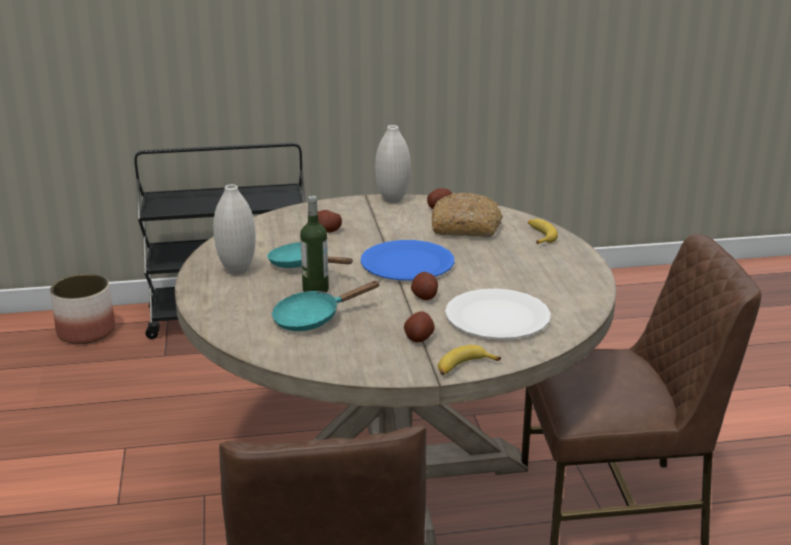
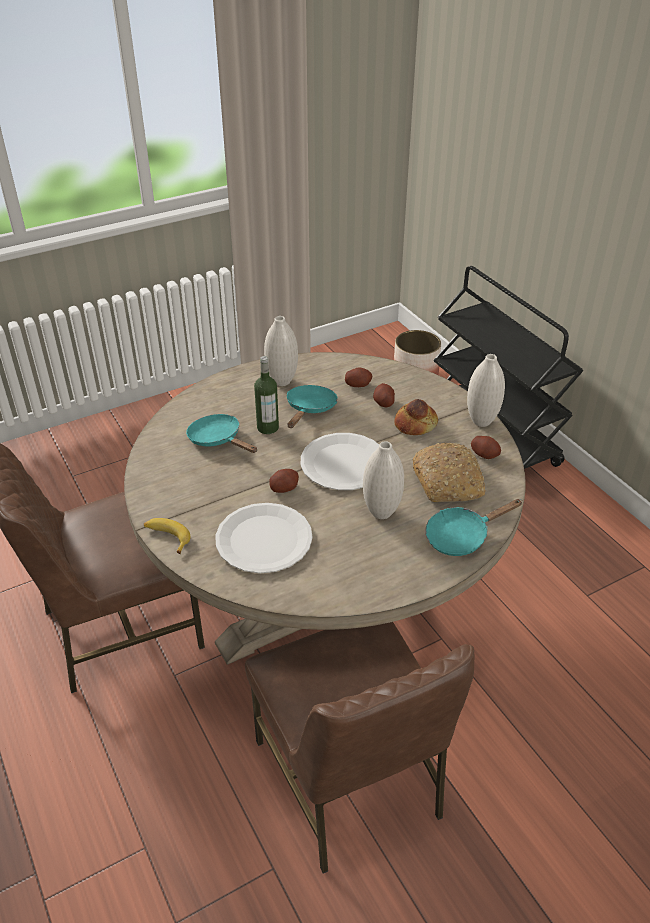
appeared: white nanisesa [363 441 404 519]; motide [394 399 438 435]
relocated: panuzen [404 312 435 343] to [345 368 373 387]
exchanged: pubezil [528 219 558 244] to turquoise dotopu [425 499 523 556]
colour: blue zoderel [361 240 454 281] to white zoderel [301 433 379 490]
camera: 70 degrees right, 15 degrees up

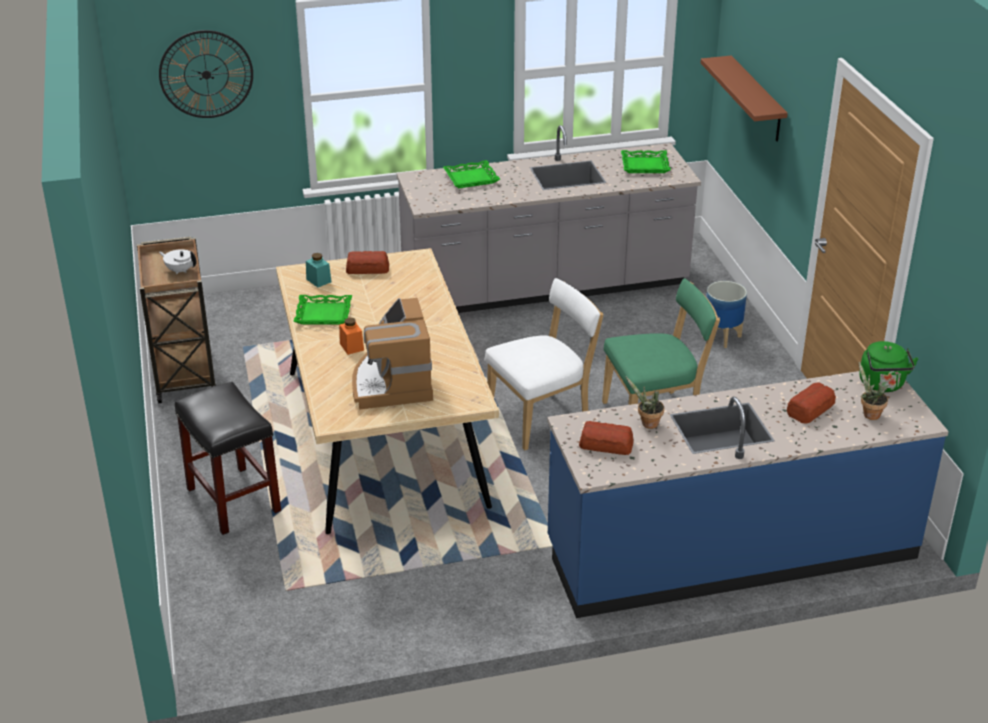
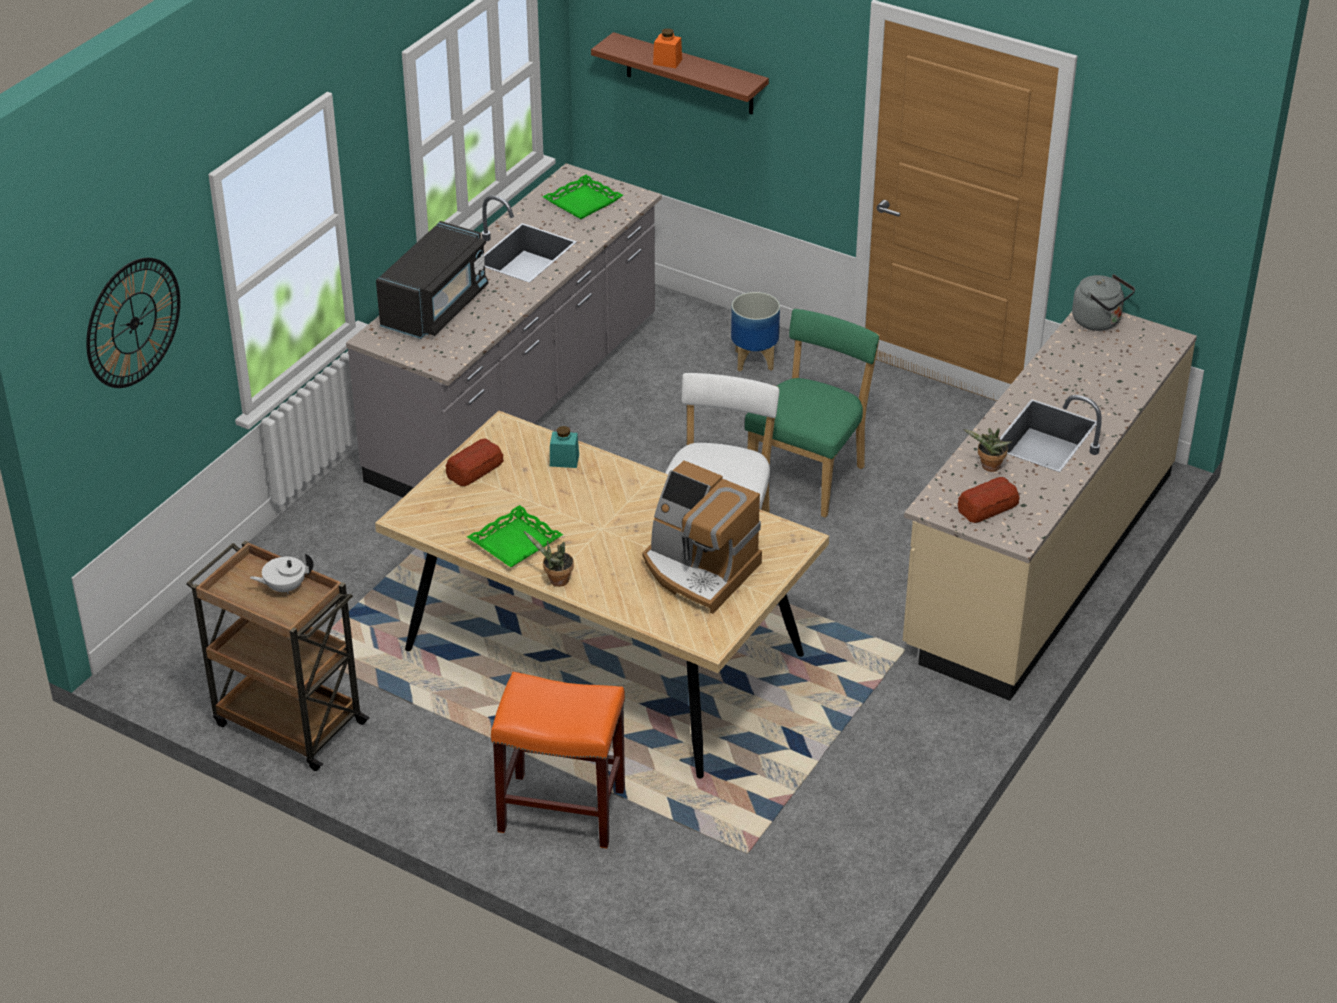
missing: motide [787 383 836 424]
relocated: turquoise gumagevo [306 253 332 287] to [550 426 579 468]; orange gumagevo [339 318 364 355] to [653 28 682 68]; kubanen [859 362 888 420] to [524 531 574 587]
exchanged: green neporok [443 160 500 188] to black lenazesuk [376 221 488 339]
colour: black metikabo [175 382 281 535] to orange metikabo [491 672 625 848]; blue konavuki [547 371 949 618] to beige konavuki [903 312 1197 701]; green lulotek [859 341 918 392] to grey lulotek [1072 274 1135 331]
camera: 45 degrees left, 5 degrees up

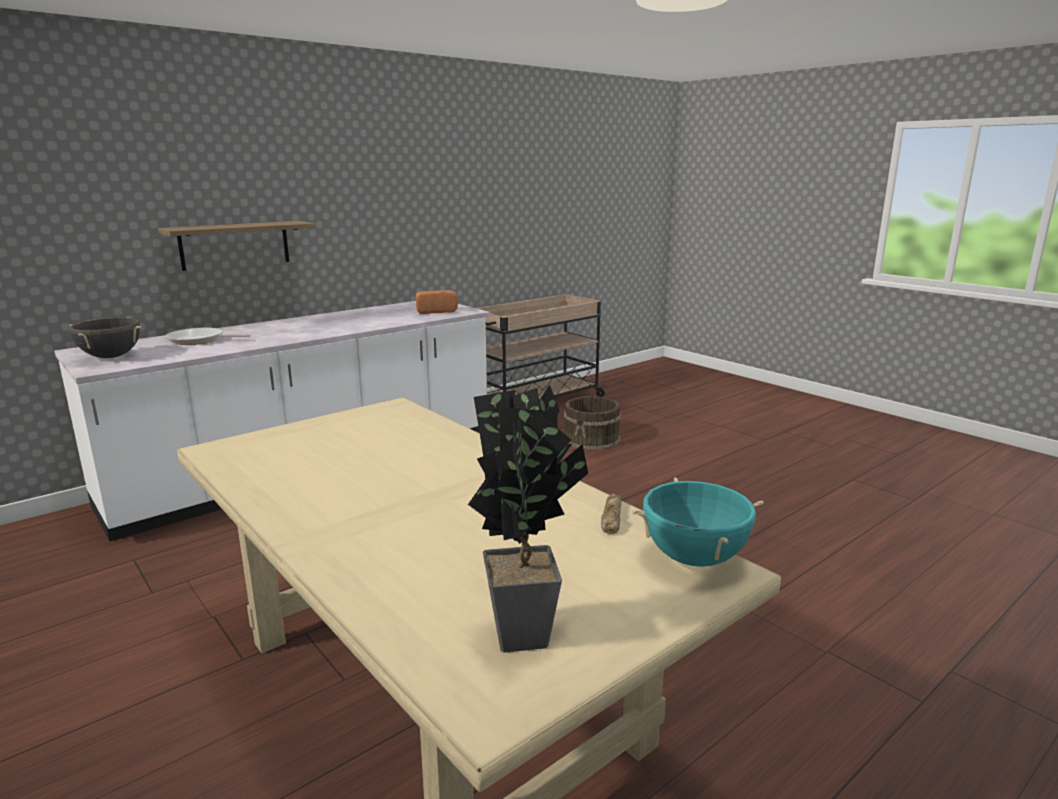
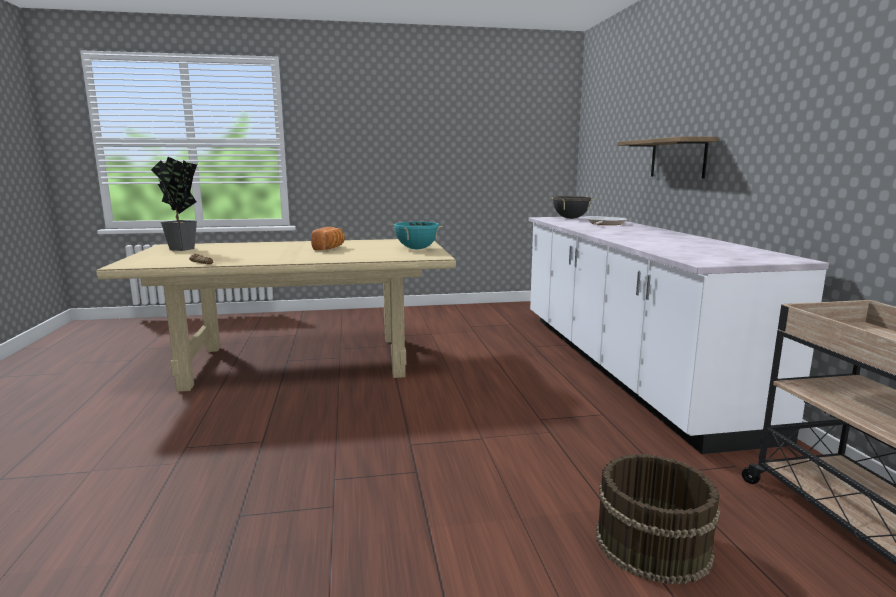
relocated: motide [416 290 458 314] to [311 227 345 250]; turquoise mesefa [632 477 764 567] to [391 222 443 249]
camera: 120 degrees right, 5 degrees down

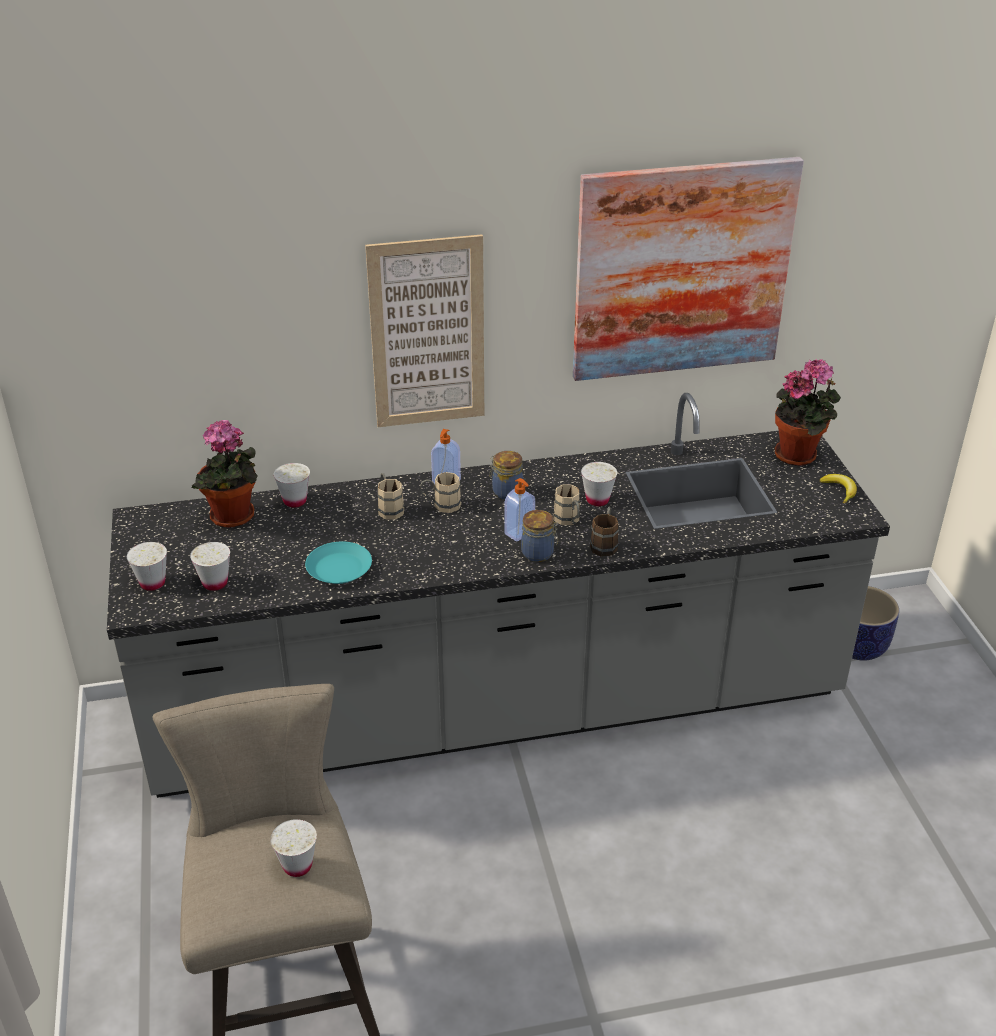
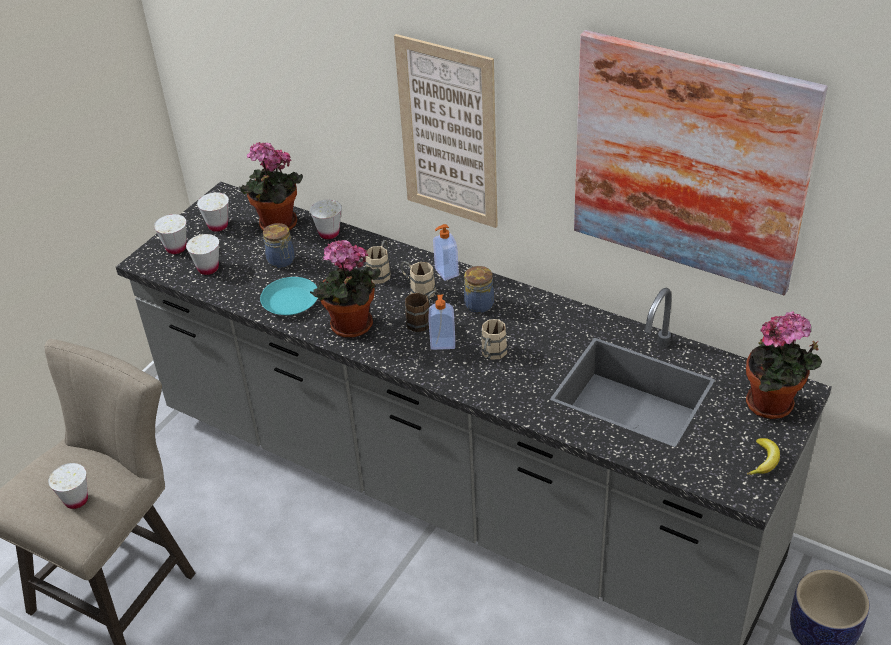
appeared: kubanen [310 240 381 338]
relocated: gumagevo [521 510 558 562] to [263 223 294 268]; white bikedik [581 462 617 506] to [197 192 229 232]; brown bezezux [590 507 619 557] to [405 291 439 332]
camera: 45 degrees right, 5 degrees up

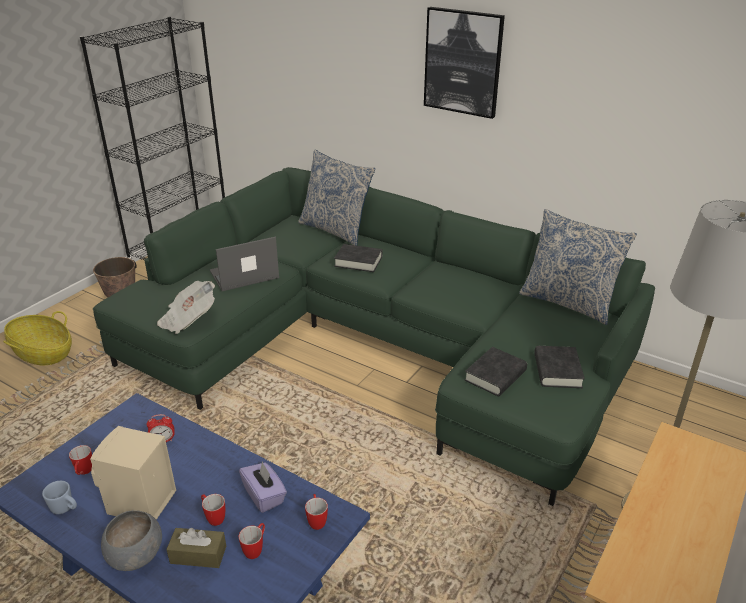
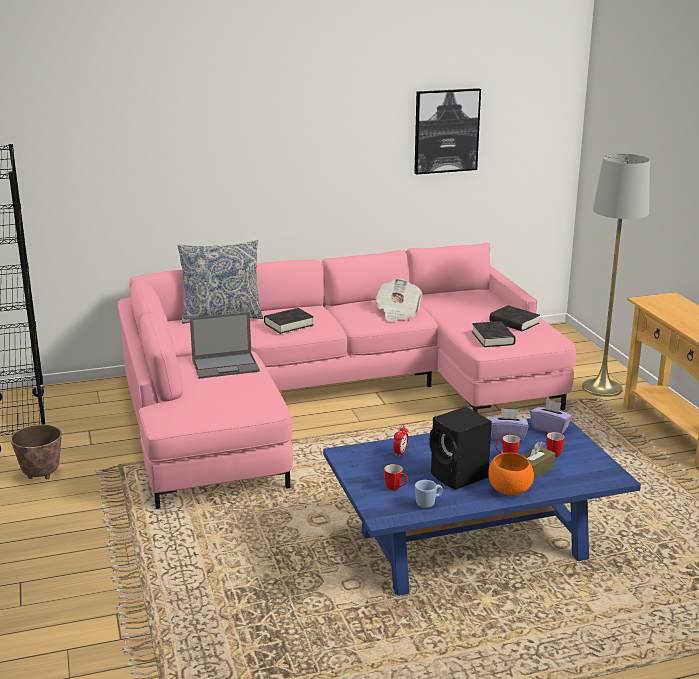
missing: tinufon [3 311 72 365]; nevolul [519 209 637 325]
relocated: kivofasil [157 281 215 334] to [375 278 423 321]; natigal [424 7 505 119] to [414 88 481 174]
exchanged: bezezux [305 494 328 530] to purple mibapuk [530 399 572 434]
colour: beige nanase [90 426 176 520] to black nanase [429 407 492 490]; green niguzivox [93 167 655 506] to pink niguzivox [118 243 576 509]; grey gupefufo [101 510 162 571] to orange gupefufo [488 453 534 495]
spun: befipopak [210 237 279 291] = [190 312 260 379] 120 degrees counterclockwise
camera: 50 degrees left, 10 degrees down

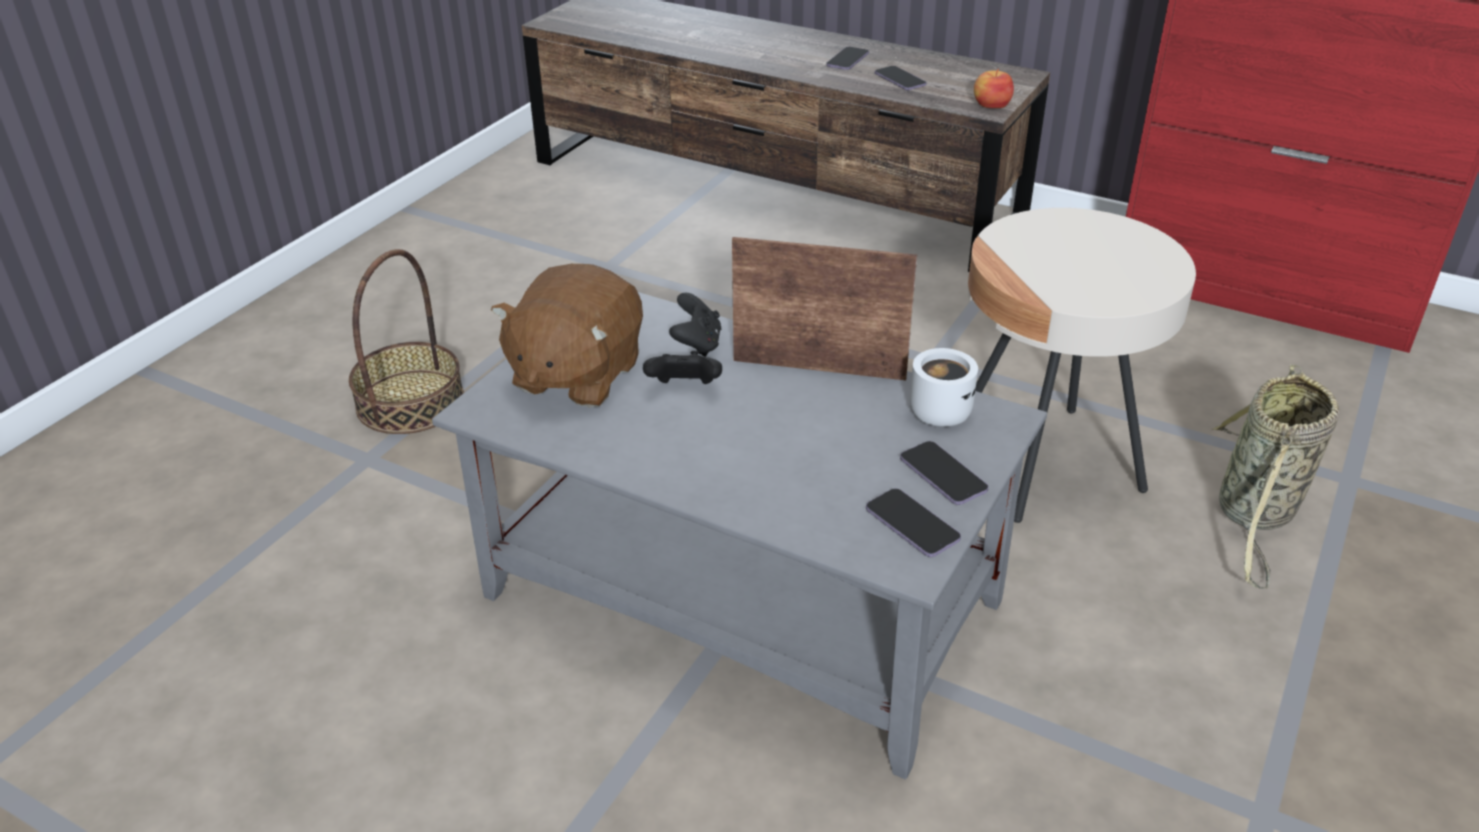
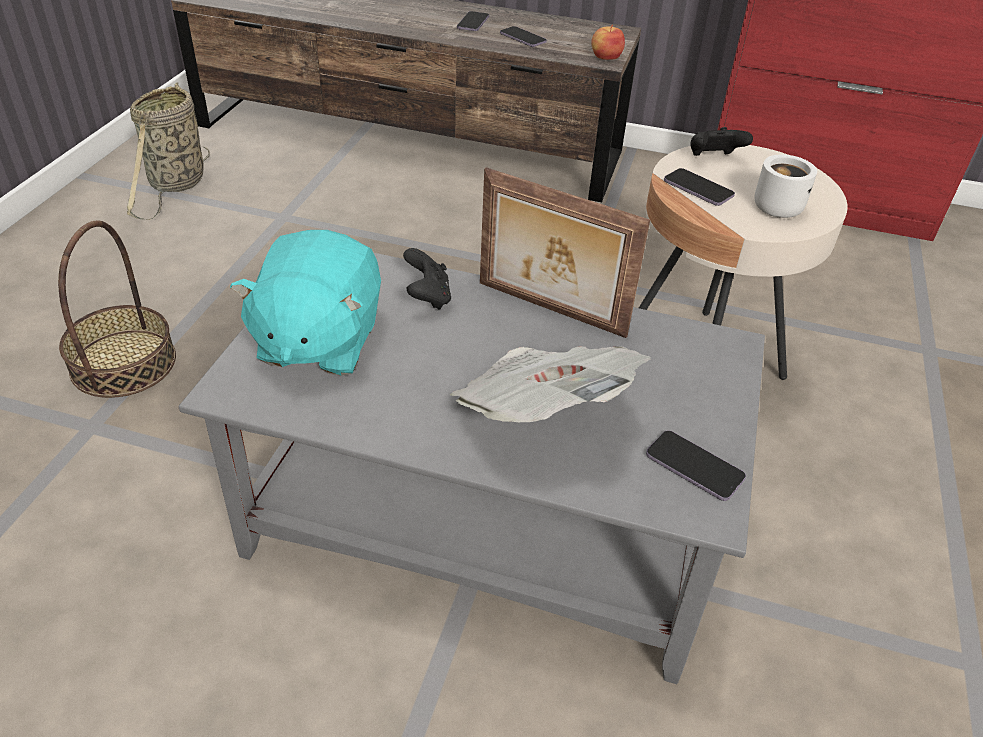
appeared: kivofasil [450 346 651 422]
relocated: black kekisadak [643 351 722 384] to [690 127 753 156]; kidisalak [900 441 988 505] to [664 168 735 206]; white bezezux [910 348 978 427] to [755 154 817 218]; tinufon [1211 364 1339 589] to [127 82 210 220]
colour: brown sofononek [491 264 643 408] to turquoise sofononek [230 230 381 376]
spun: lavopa [732 237 917 380] = [480 167 650 338] 150 degrees counterclockwise
camera: 15 degrees left, 5 degrees up

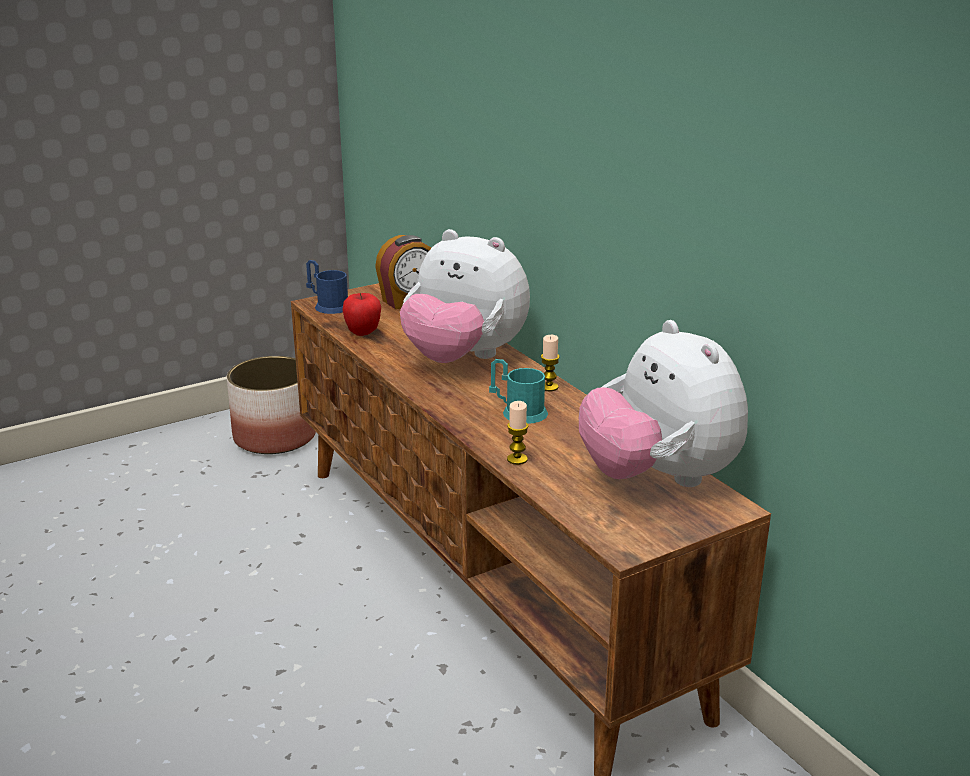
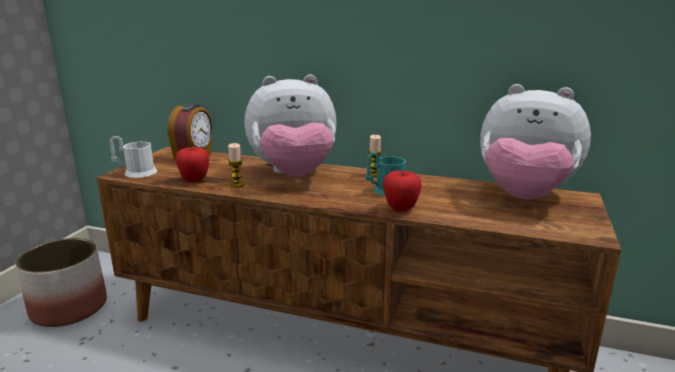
appeared: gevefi [383 171 422 212]
relocated: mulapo [507 401 529 465] to [228 143 244 187]
colour: blue bezezux [306 260 348 314] to white bezezux [109 136 157 178]
camera: 40 degrees left, 5 degrees down

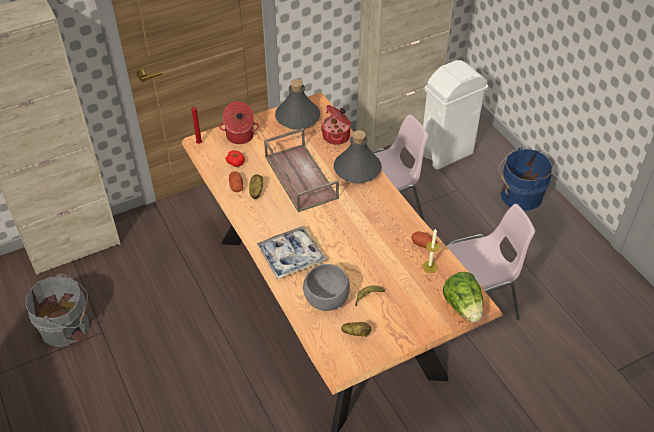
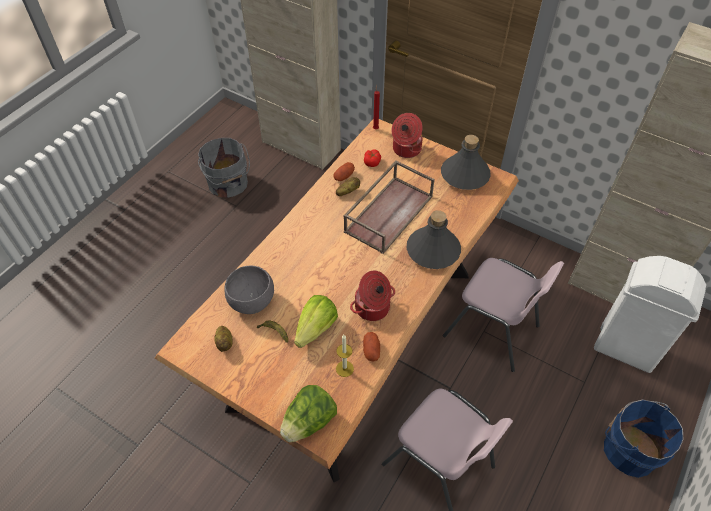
missing: neporok [257 225 326 279]
appeared: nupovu [294 295 338 348]
relocated: mesefa [321 105 351 145] to [350 271 395 321]
camera: 60 degrees right, 5 degrees up

